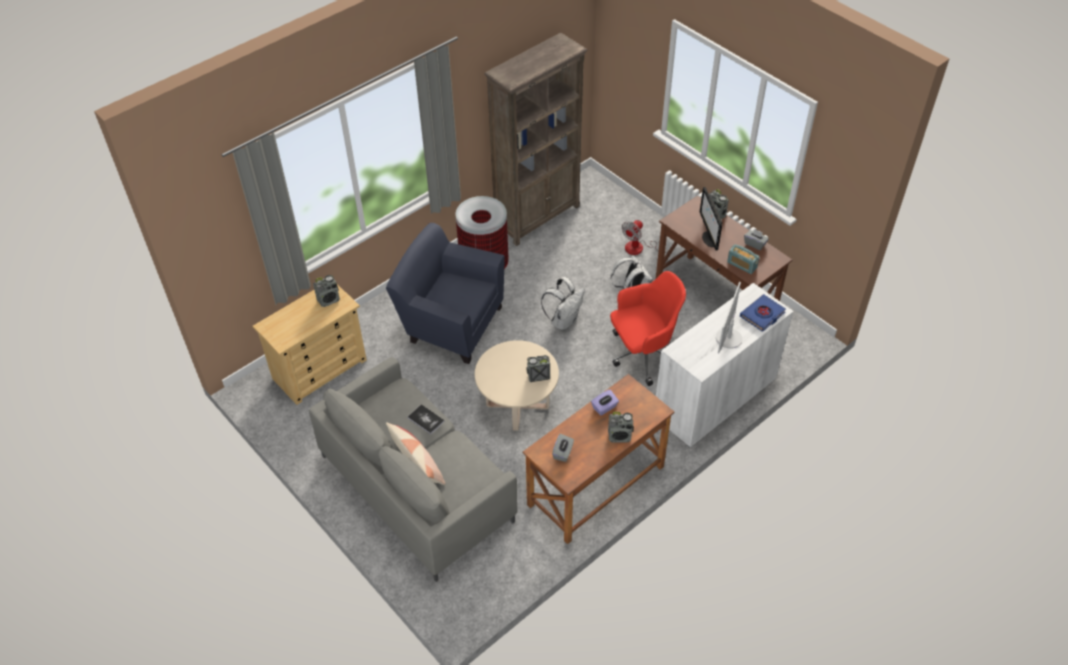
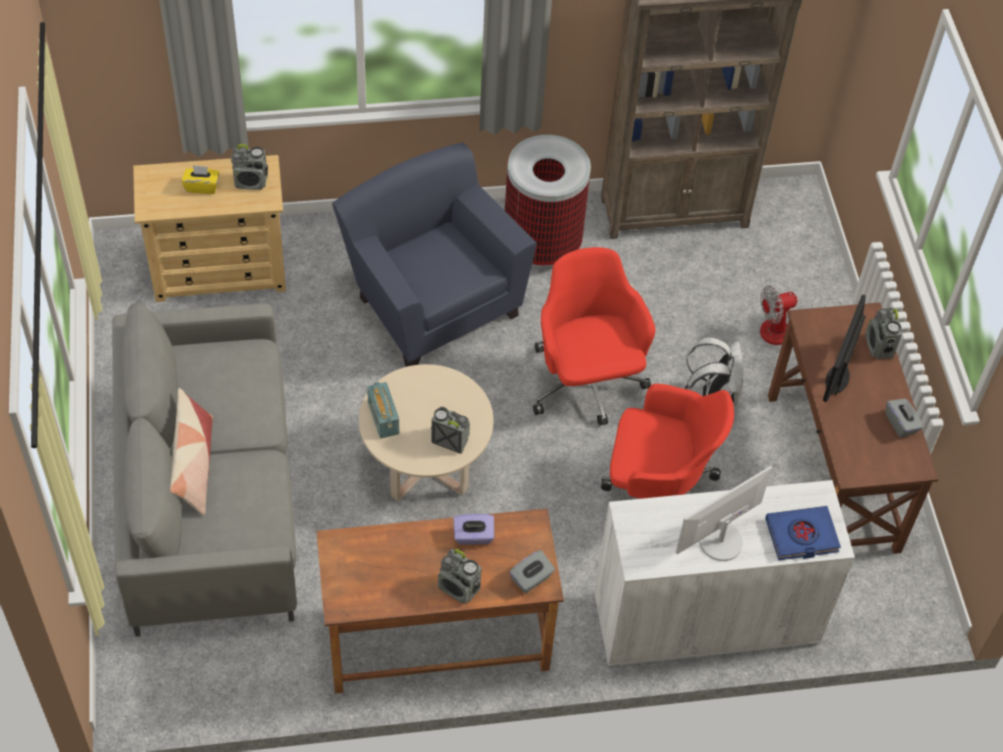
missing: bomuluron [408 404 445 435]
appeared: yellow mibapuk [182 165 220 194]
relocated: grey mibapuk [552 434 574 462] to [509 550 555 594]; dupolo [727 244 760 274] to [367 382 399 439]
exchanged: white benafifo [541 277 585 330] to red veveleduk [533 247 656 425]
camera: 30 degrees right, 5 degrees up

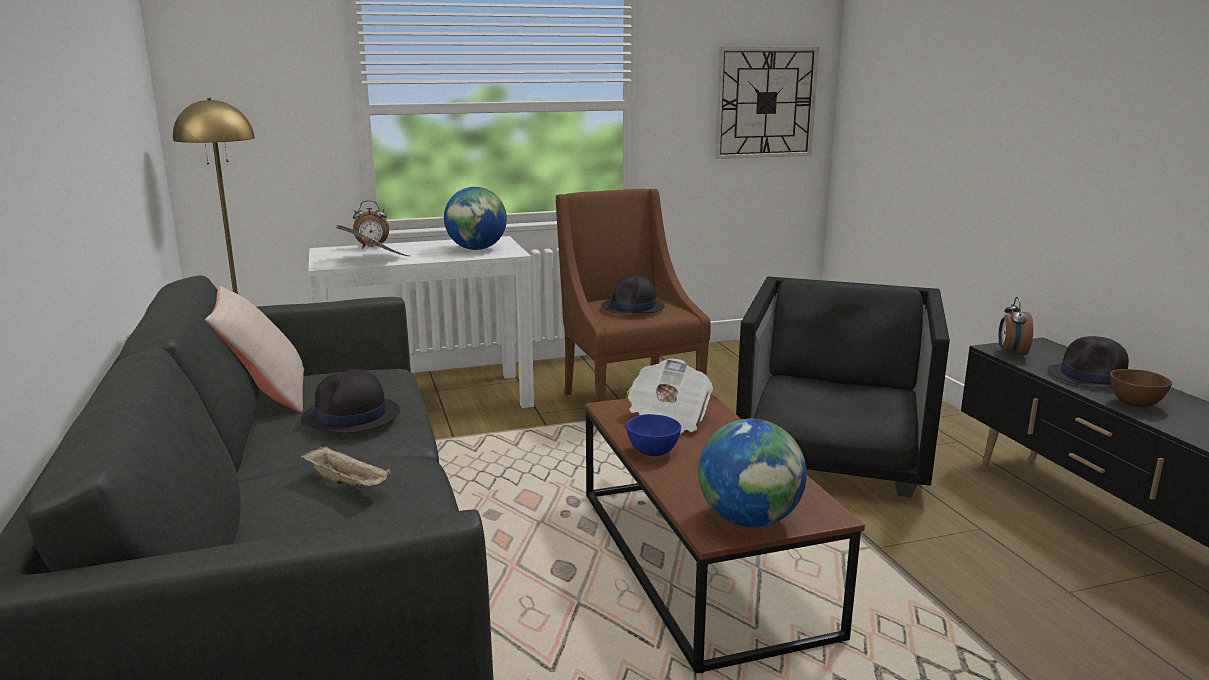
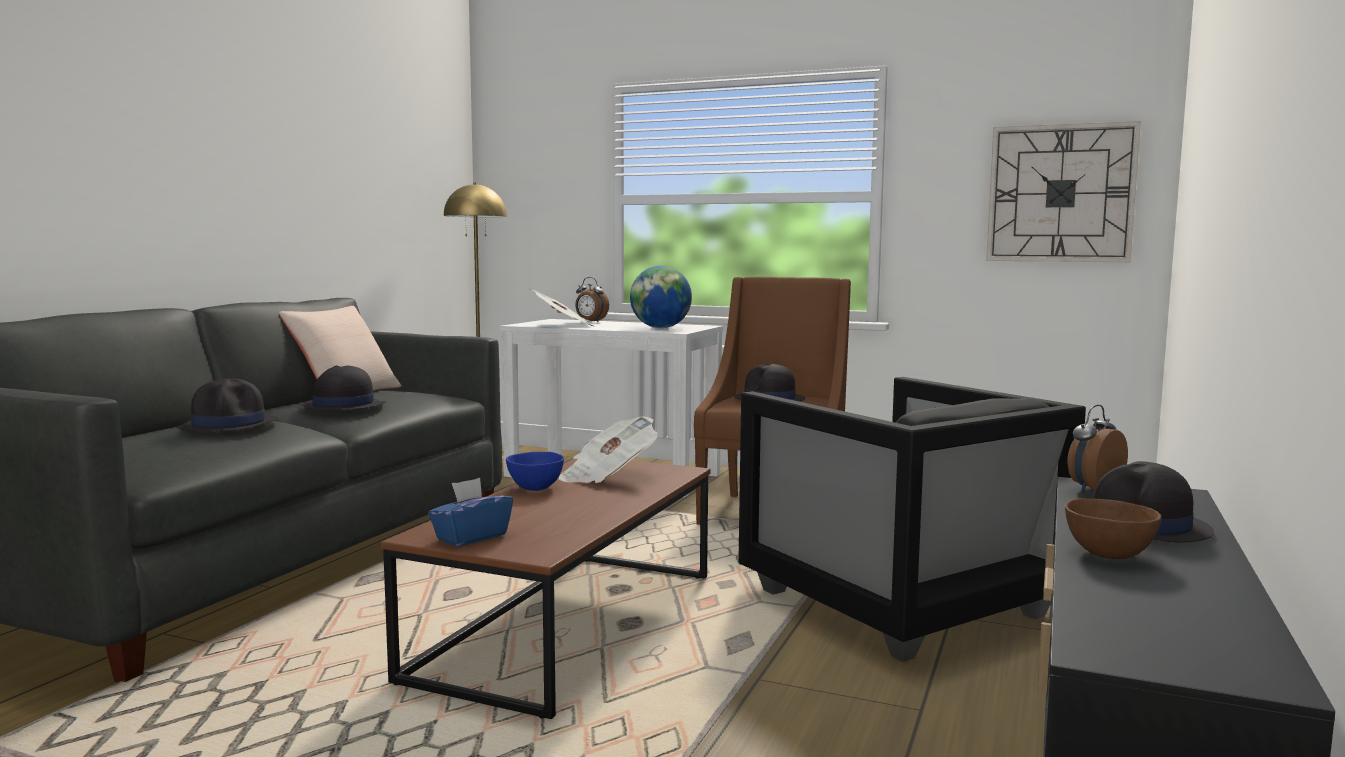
exchanged: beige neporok [301 446 391 487] to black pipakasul [176 379 279 432]; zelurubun [698 418 807 527] to blue mibapuk [428 478 513 547]
spun: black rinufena [736 276 950 497] = [738 377 1086 662] 90 degrees clockwise
camera: 40 degrees right, 10 degrees down

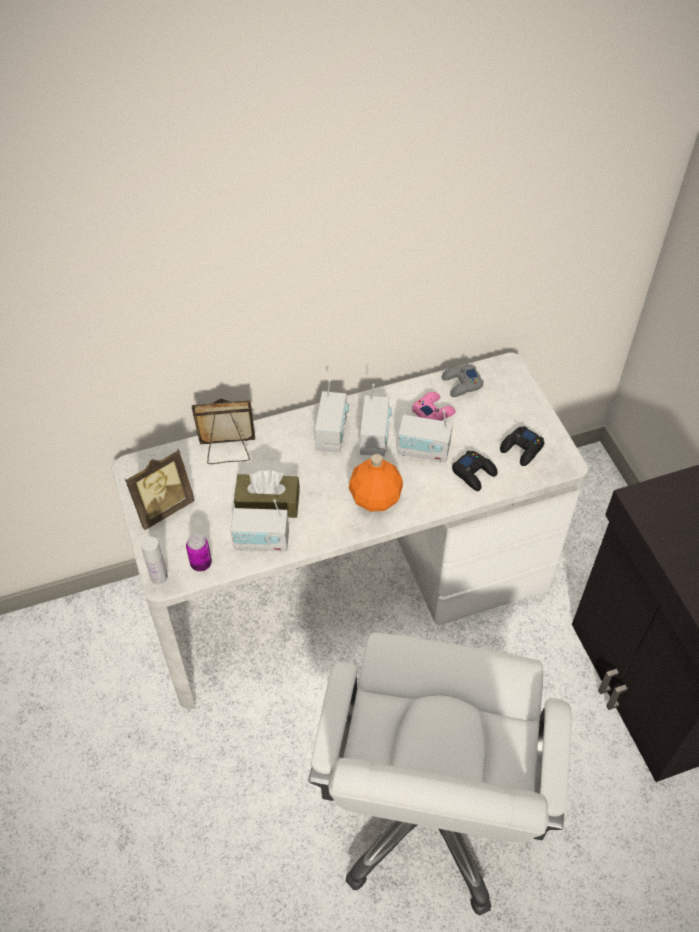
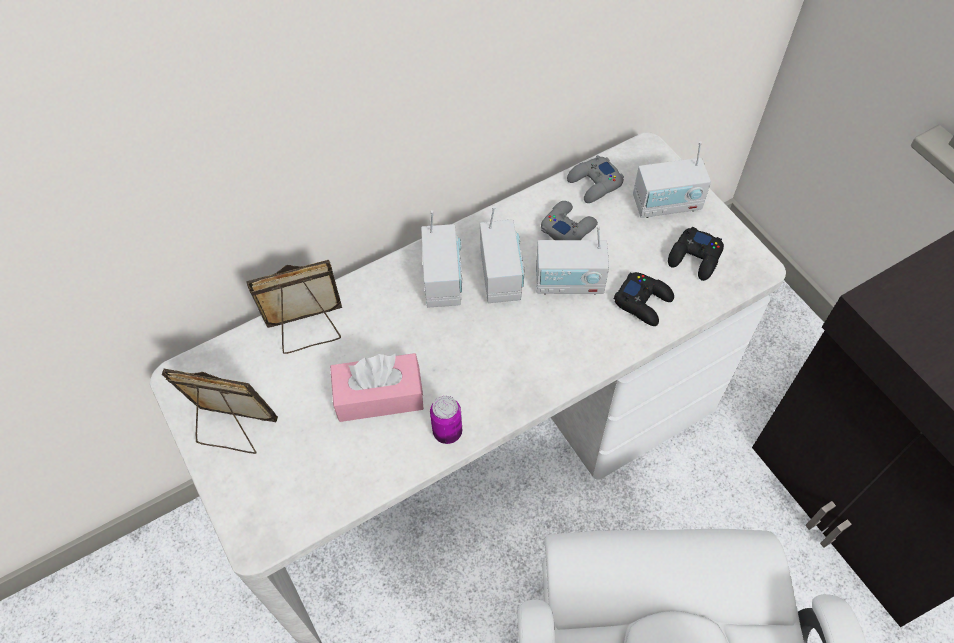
missing: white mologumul [141 536 168 585]; orange mologumul [349 454 403 512]
relocated: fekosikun [186 534 212 571] to [430 396 462 444]; dupolo [231 499 289 552] to [633 141 711 218]
colour: brown mibapuk [234 470 300 518] to pink mibapuk [330 353 424 422]; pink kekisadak [412 392 456 421] to grey kekisadak [541 201 598 240]
spun: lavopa [125 449 195 530] = [162 369 278 454] 120 degrees counterclockwise
camera: 10 degrees left, 5 degrees up

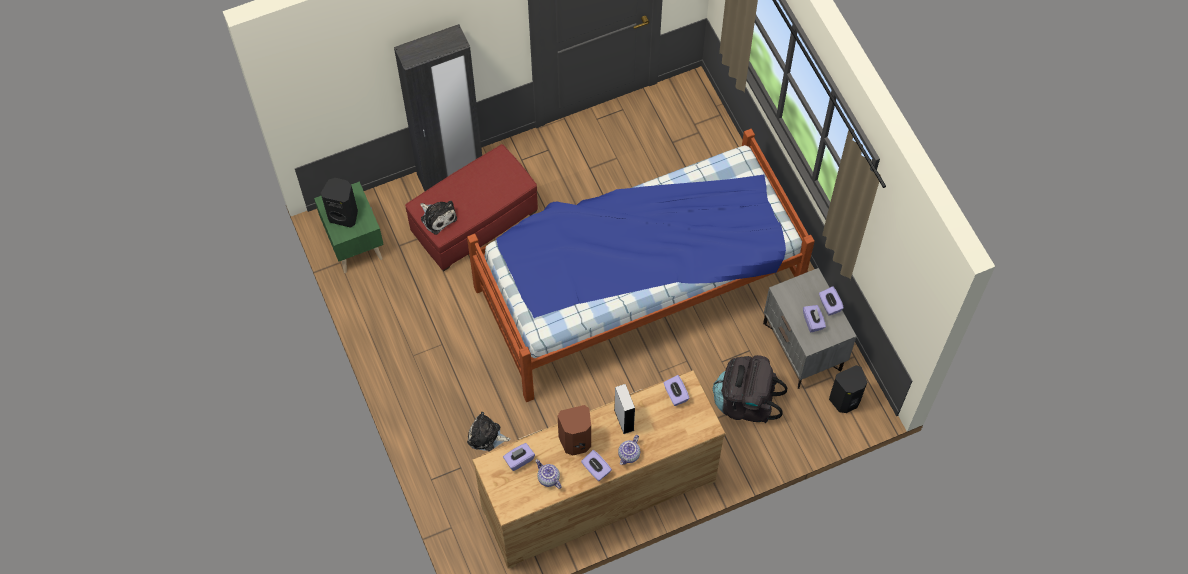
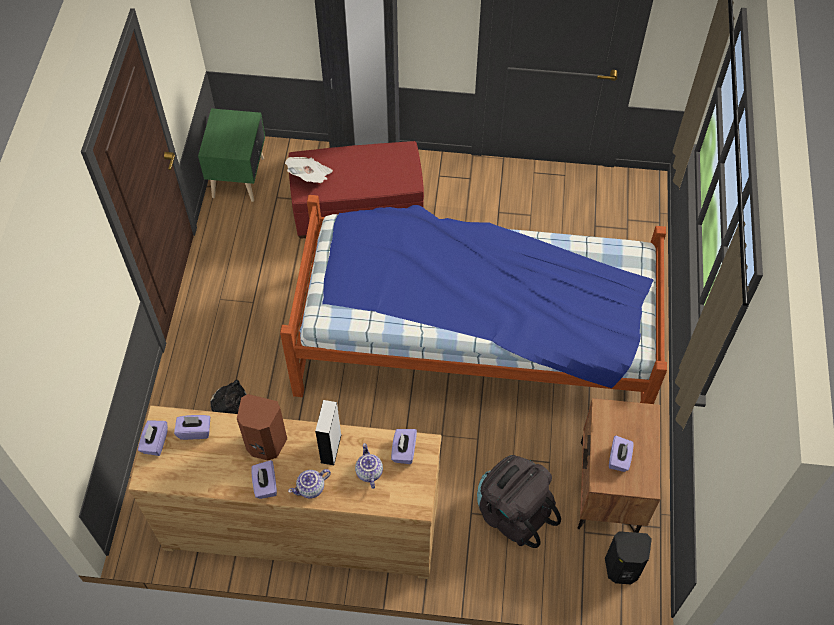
missing: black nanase [321 178 358 228]
relocated: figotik [536 459 562 489] to [355 443 383 489]; purple mibapuk [819 286 844 316] to [138 420 168 456]
exchanged: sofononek [420 201 457 235] to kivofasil [285 157 333 183]
colour: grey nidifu [763 268 857 389] to brown nidifu [577 398 660 533]
camera: 30 degrees right, 5 degrees down

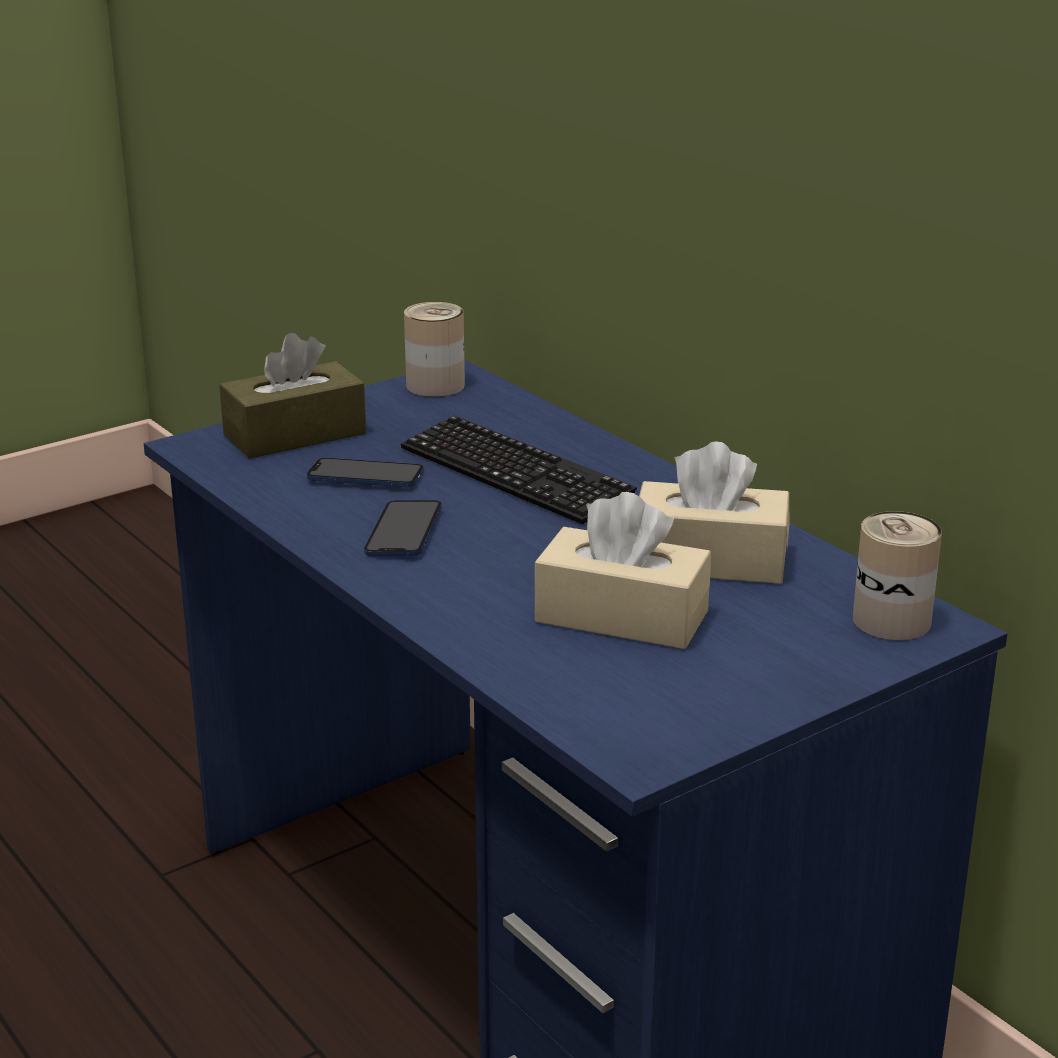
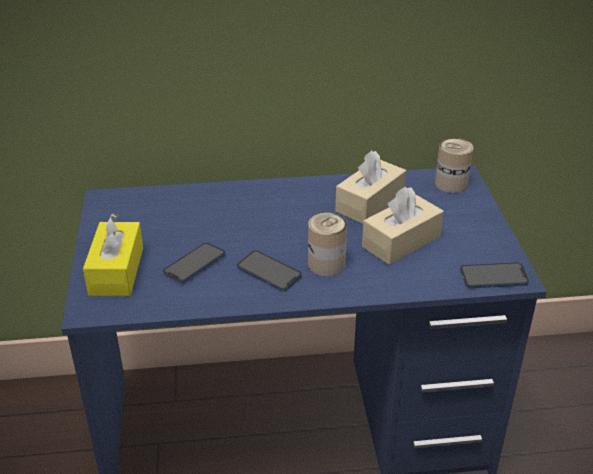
missing: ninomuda [401 416 637 524]
appeared: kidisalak [460 262 529 288]
relocated: fekosikun [404 302 465 397] to [308 213 347 276]
colour: brown mibapuk [219 333 366 459] to yellow mibapuk [83 213 143 296]
camera: 60 degrees left, 10 degrees up

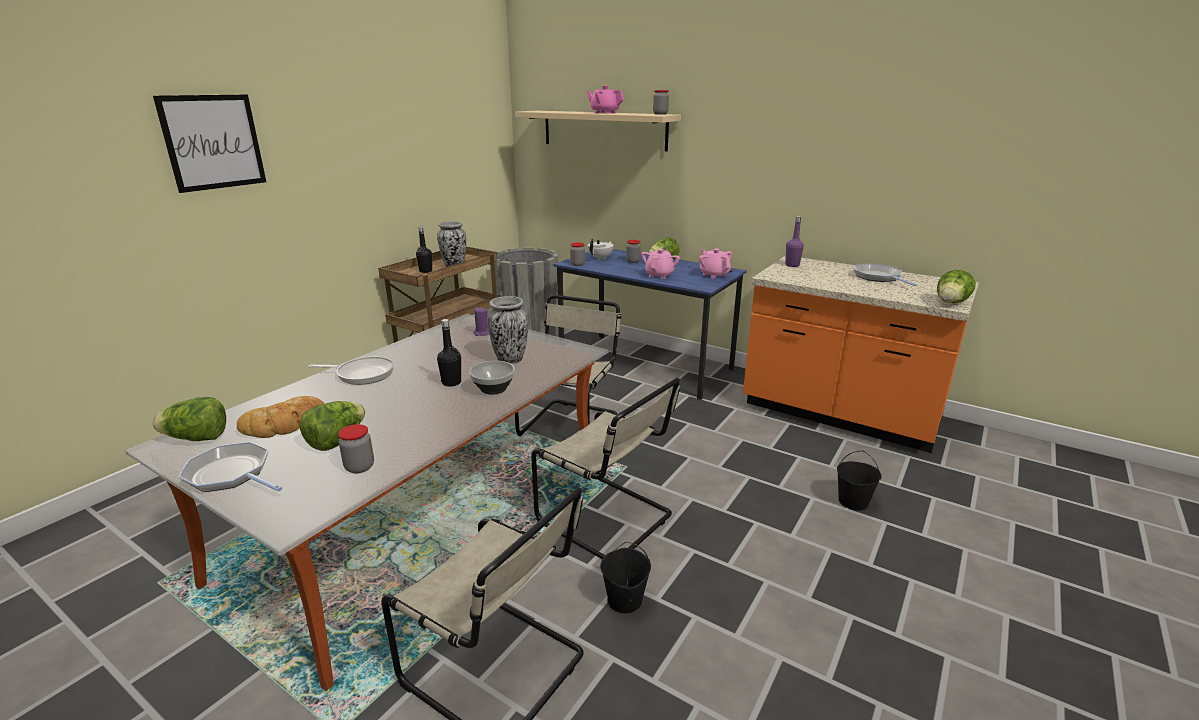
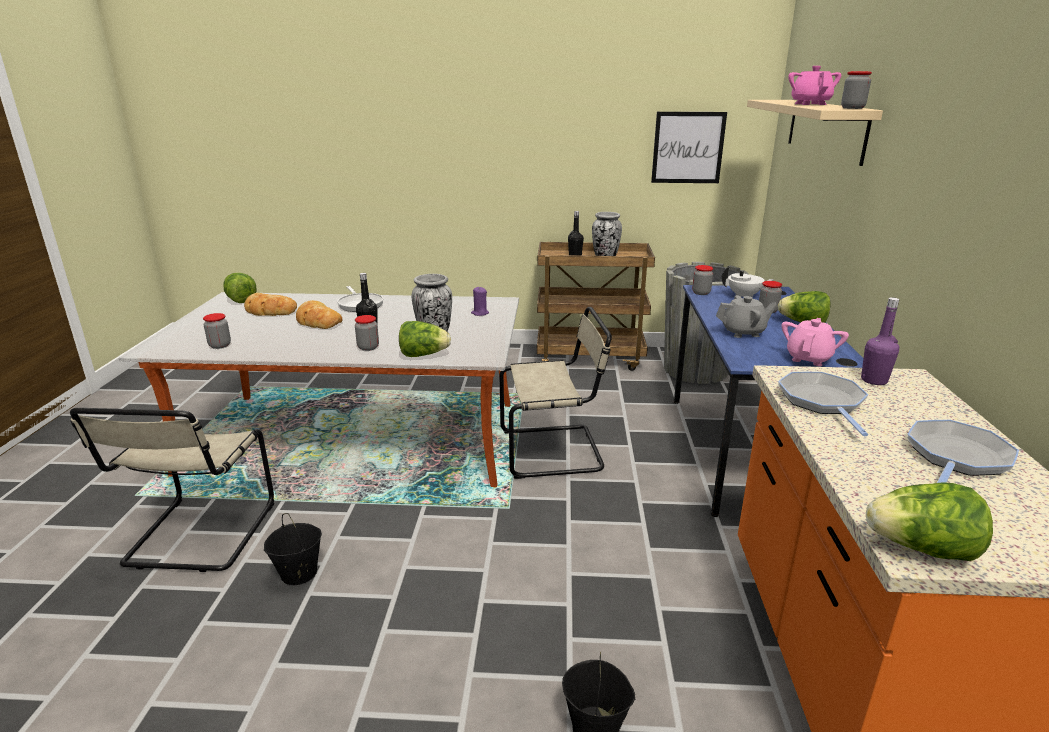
missing: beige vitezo [531 378 680 559]
appeared: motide [296 300 342 329]
relocated: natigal [153 94 266 193] to [651 112 727 183]; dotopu [179 442 282 492] to [778 372 868 436]; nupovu [299 401 365 451] to [399 321 451 357]
exchanged: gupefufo [469 361 515 395] to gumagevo [355 315 379 351]
colour: pink figotik [641 249 680 279] to grey figotik [716 295 777 338]
camera: 60 degrees right, 0 degrees up

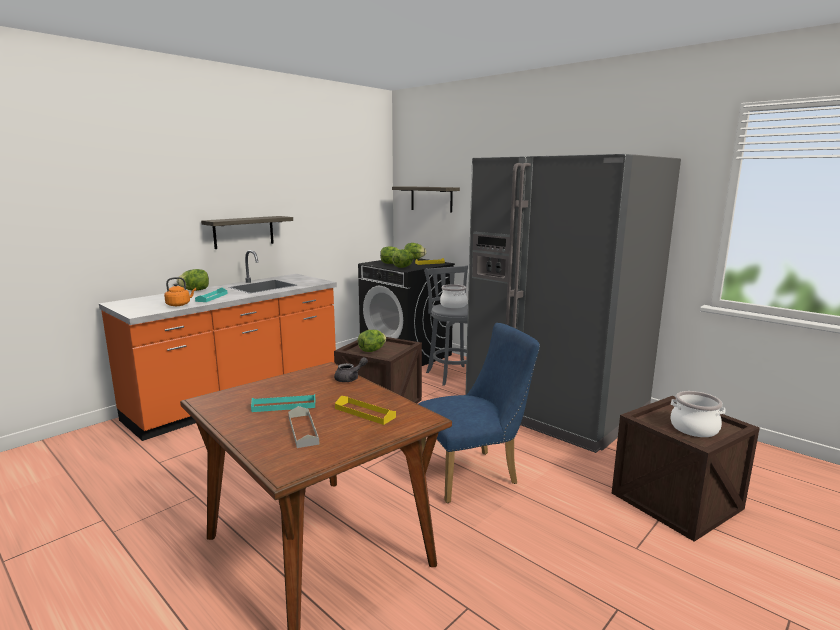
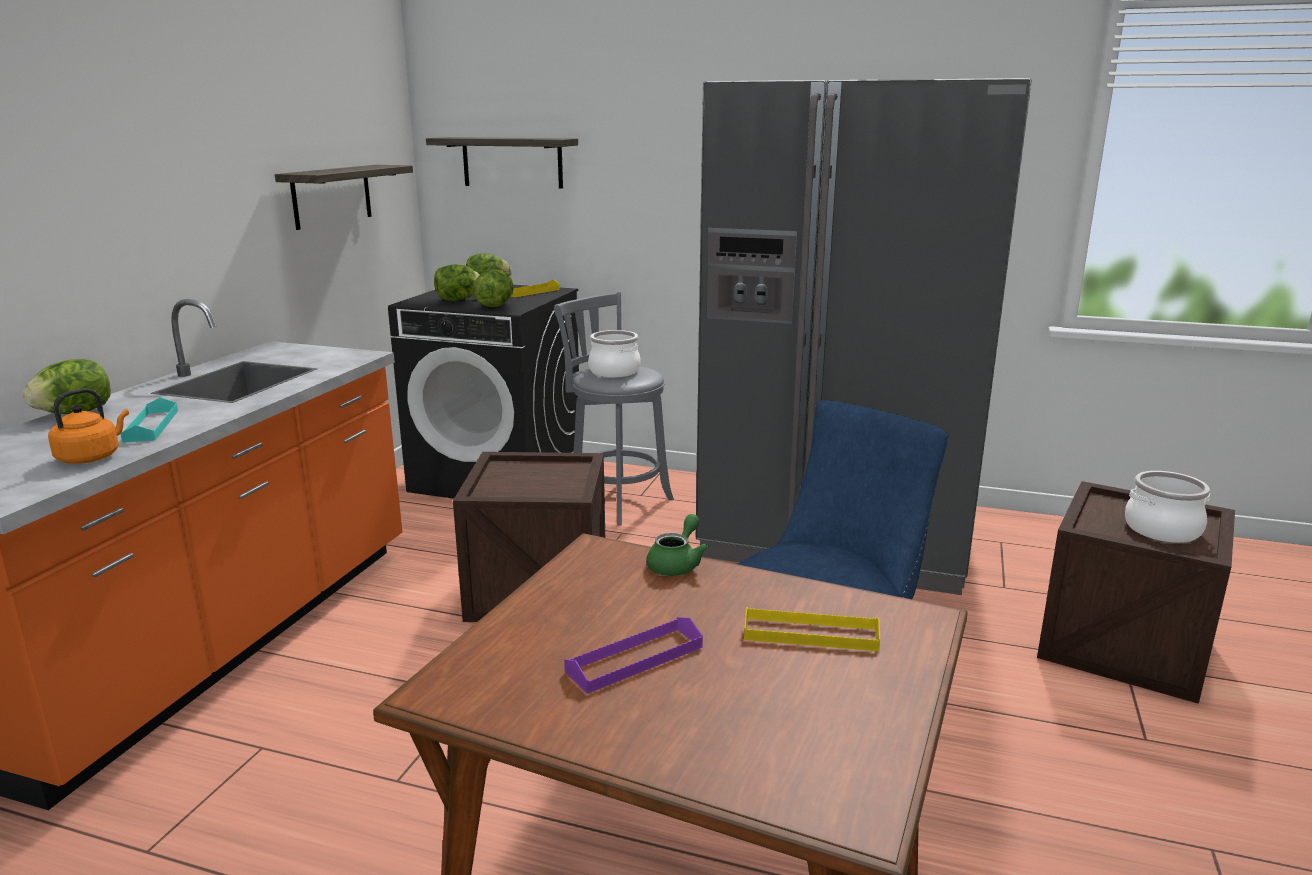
missing: grey neporok [288 406 319 448]; nupovu [358 330 387 352]
relocated: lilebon [201 216 293 249] to [275 165 413 230]
colour: turquoise neporok [251 394 315 412] to purple neporok [564 617 703 694]; grey figotik [334 357 368 382] to green figotik [646 514 709 576]
camera: 25 degrees left, 5 degrees up

